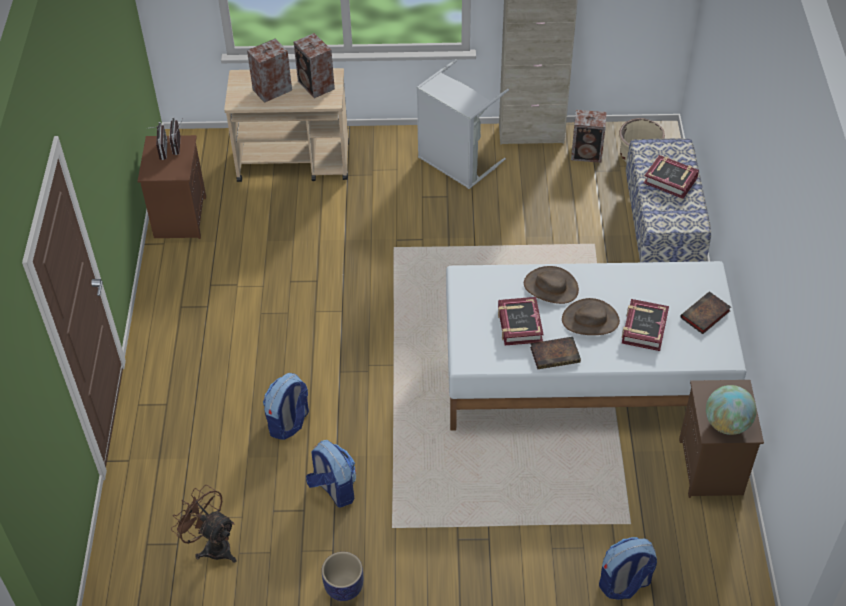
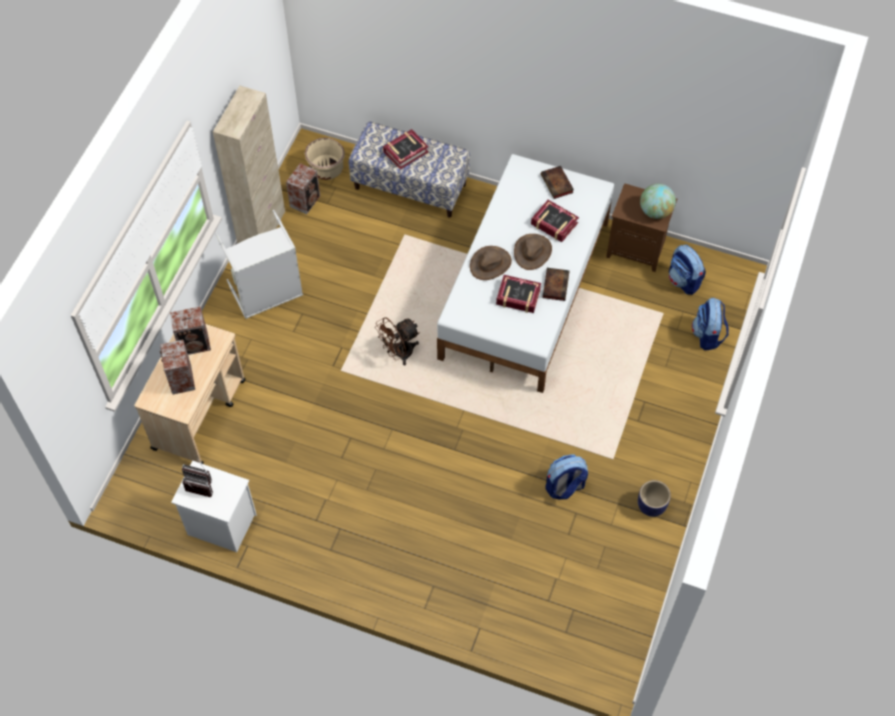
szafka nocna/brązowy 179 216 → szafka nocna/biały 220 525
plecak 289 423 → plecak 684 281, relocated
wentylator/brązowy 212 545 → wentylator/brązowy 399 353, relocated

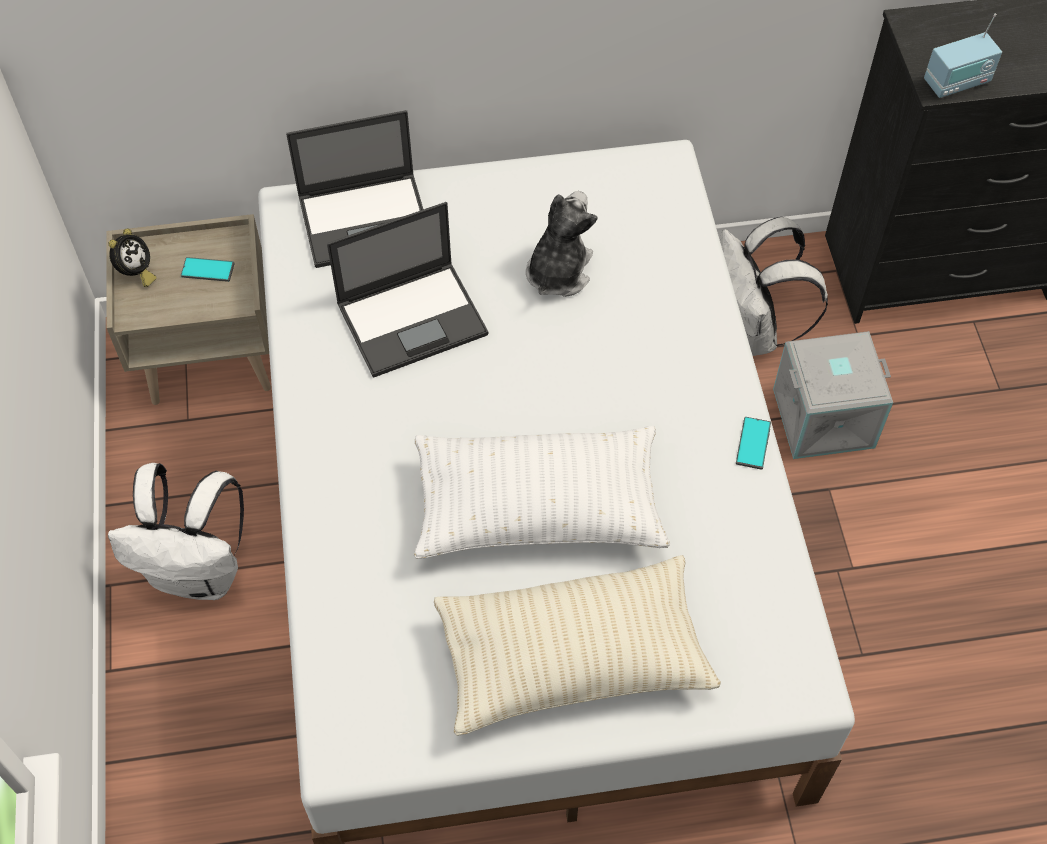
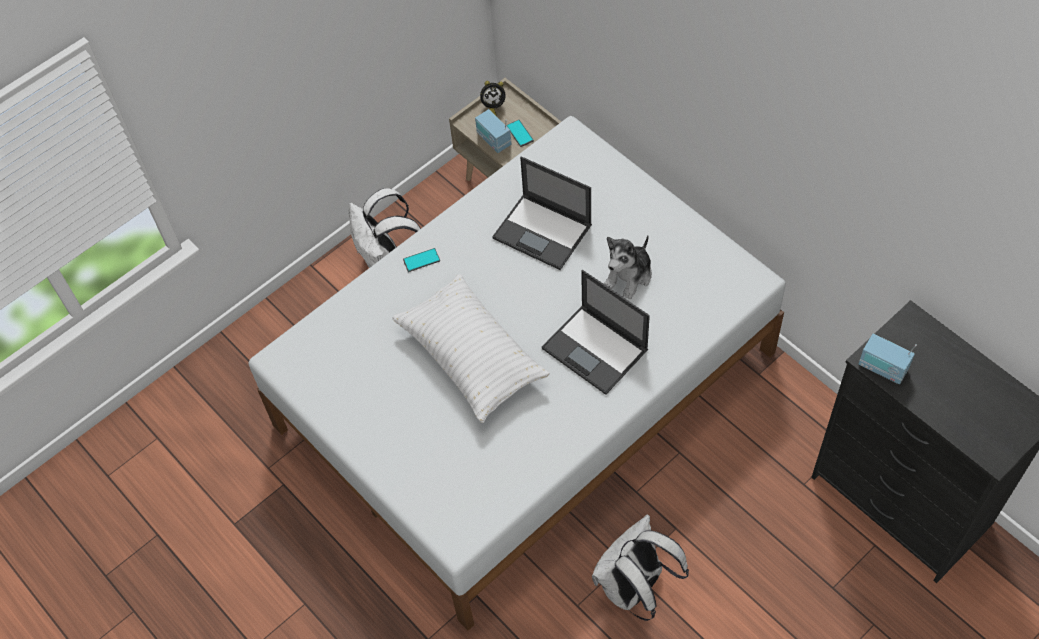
laptop 366 219 → laptop 596 350, relocated
pluszak 558 272 → pluszak 629 276, 135 degrees clockwise
plecak/biały 750 333 → plecak/biały 634 588, relocated
pojemnik do przechowywania/szary 823 416 → -
telefon 753 443 → telefon 421 260, relocated
poduszka/beżowy 573 658 → -
- → radio 493 140

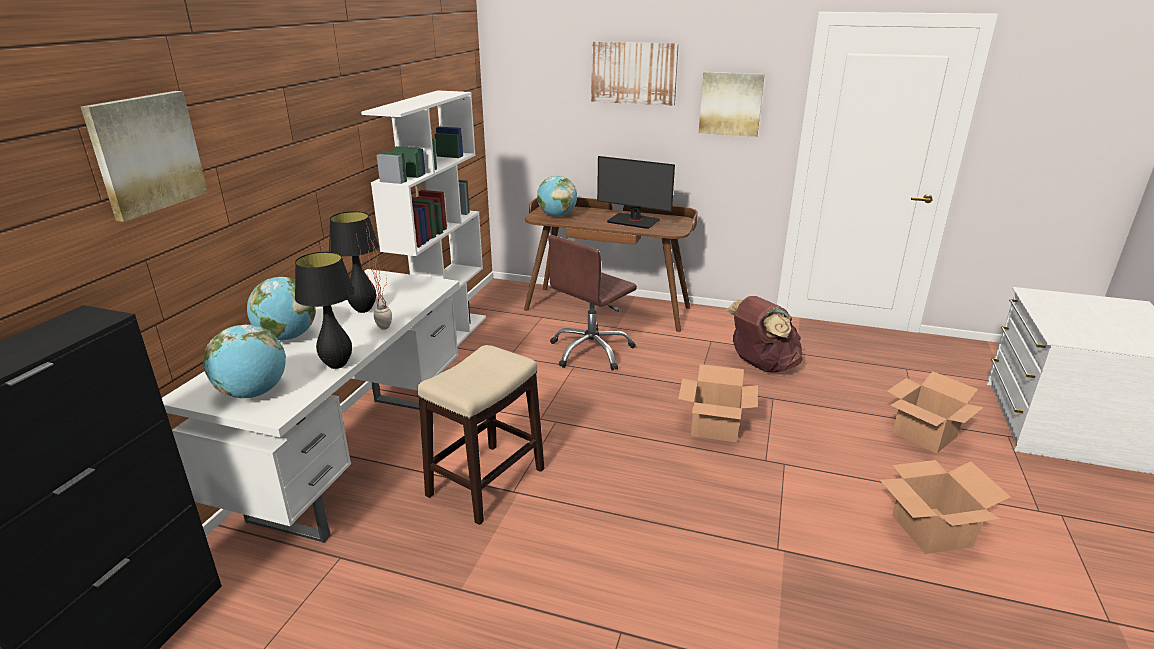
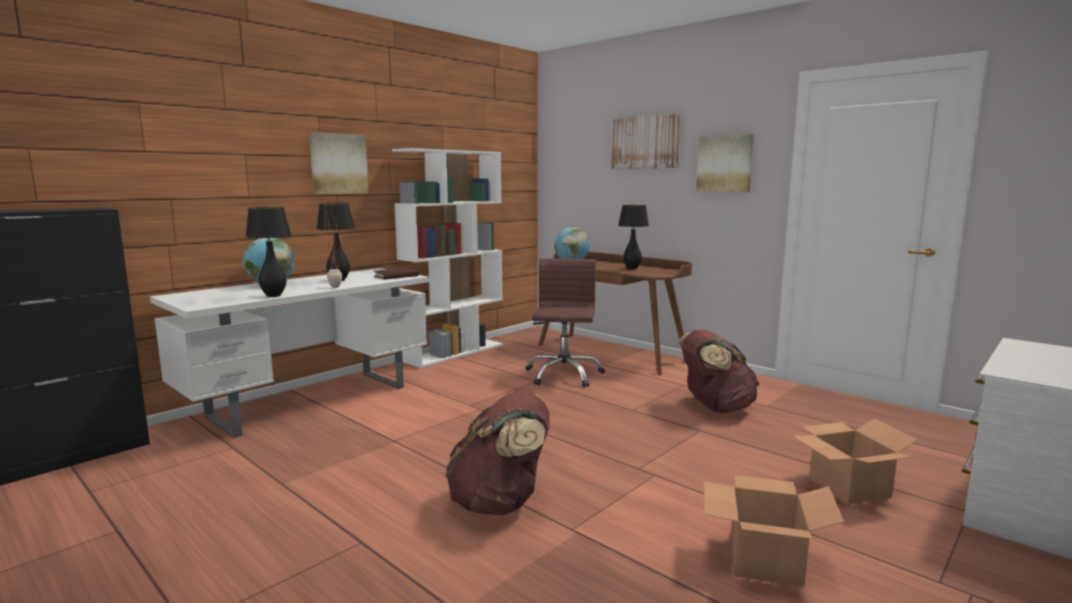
obraz 146 153 → obraz 338 164, relocated
monitor 634 221 → lampa stołowa/czarny 632 269
krzesło biurowe/brązowy 591 351 → krzesło biurowe/brązowy 563 375, 120 degrees clockwise
globus 254 393 → -
stołek 485 483 → -
karton 715 427 → -
- → książka/brązowy 396 276
- → plecak/brązowy 501 503

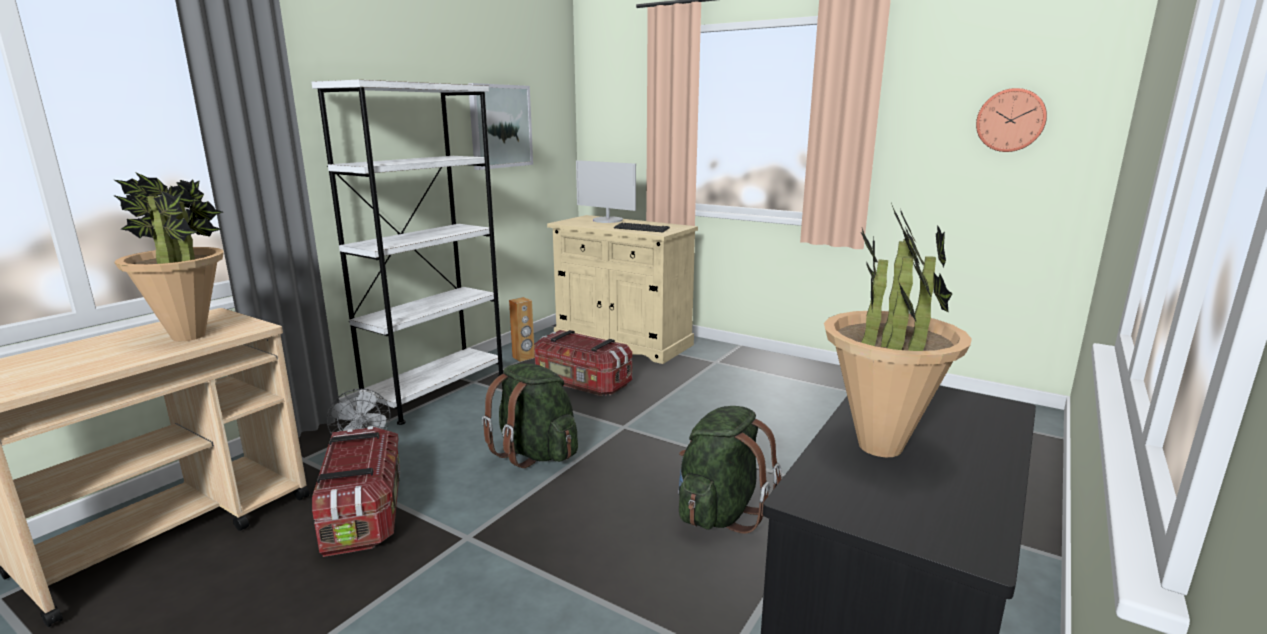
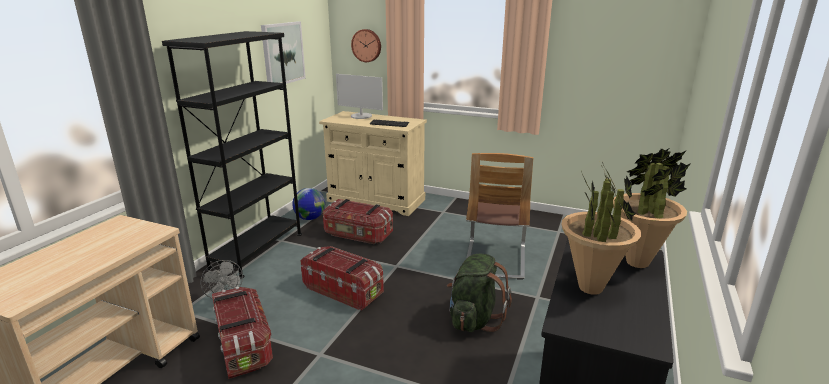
regał/biały 436 391 → regał/czarny 257 250
zegar ścienny 1011 120 → zegar ścienny 367 45, relocated
roślina doniczkowa 189 336 → roślina doniczkowa 637 262, relocated
głośnik/brązowy 523 357 → globus 310 218
plecak/zielony 535 453 → pojemnik do przechowywania 344 290
- → krzesło 495 259

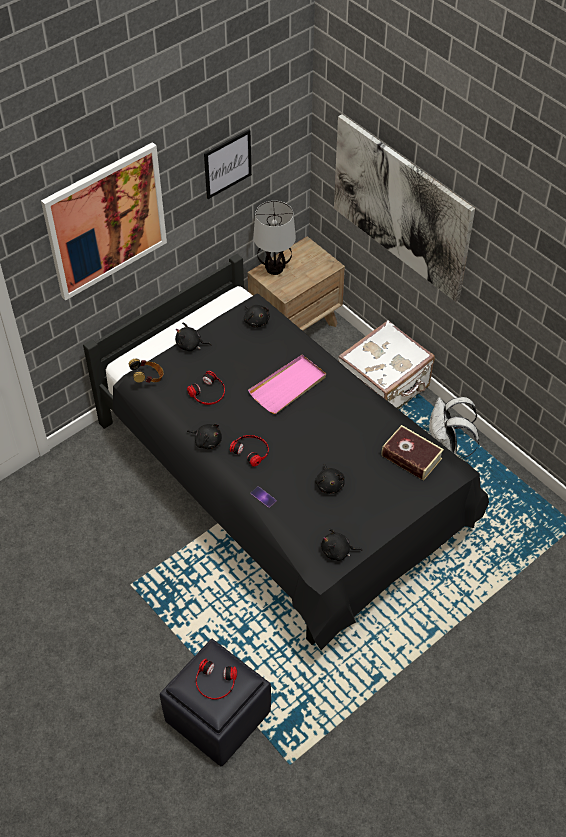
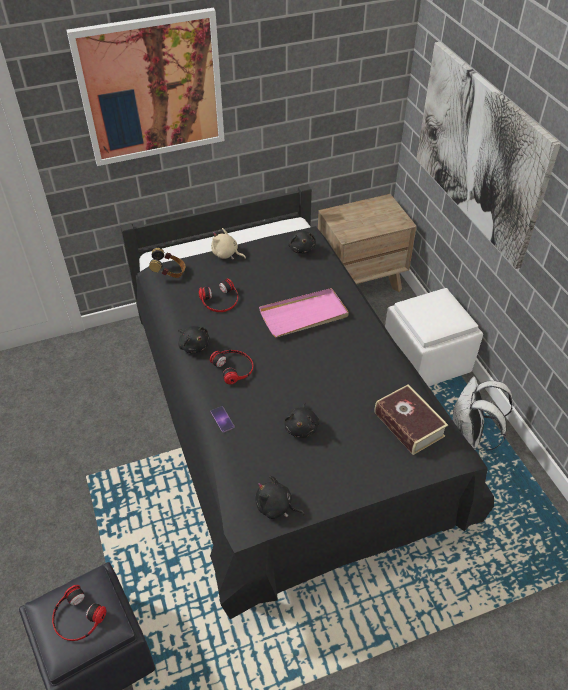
obraz 227 164 → -
lampa stołowa 274 268 → -
walizka/biały 384 388 → pufa/biały 426 359
pluszak/czarny 190 345 → pluszak/beżowy 226 254

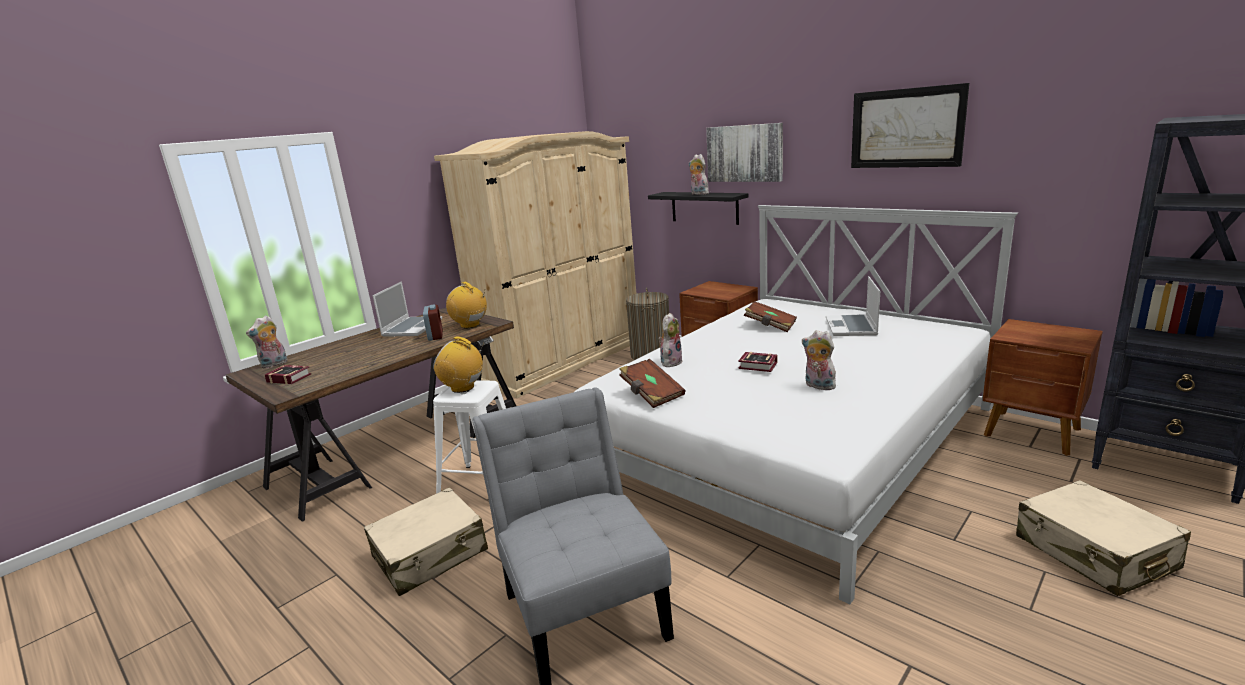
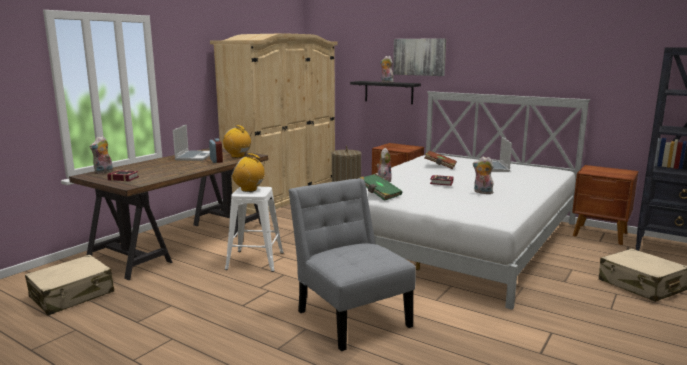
obraz 906 128 → -
książka/brązowy 651 394 → książka/zielony 379 194
walizka/beżowy 430 554 → walizka/beżowy 72 295, relocated

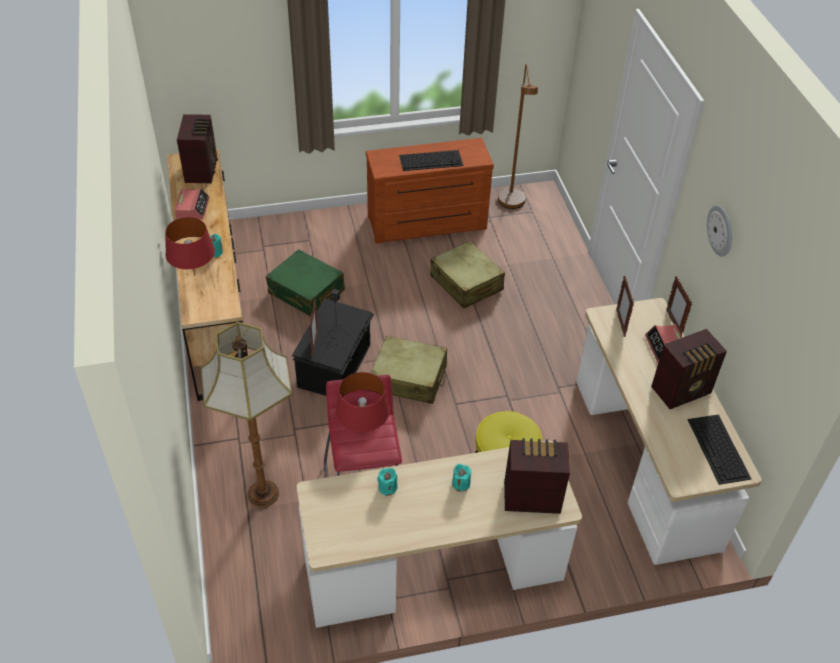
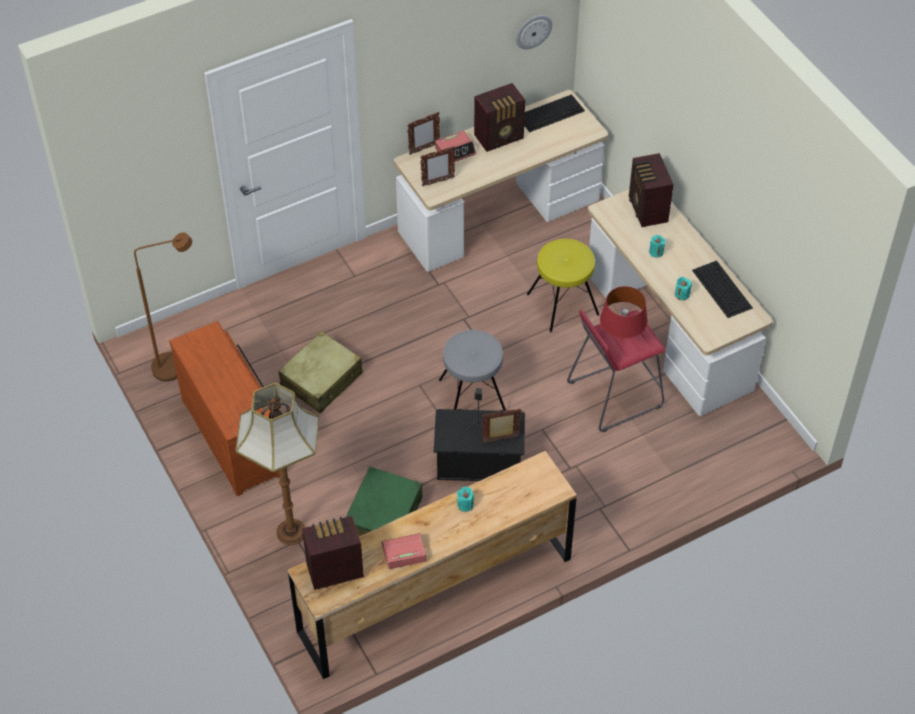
klawiatura 431 160 → klawiatura 721 288, relocated
zegar ścienny 721 230 → zegar ścienny 533 31, relocated
lampa stołowa/czerwony 194 275 → -
lampa stojąca 264 493 → lampa stojąca 290 531, relocated
radio 682 391 → radio 500 137, 105 degrees clockwise
walizka/beżowy 409 378 → stołek/szary 472 396

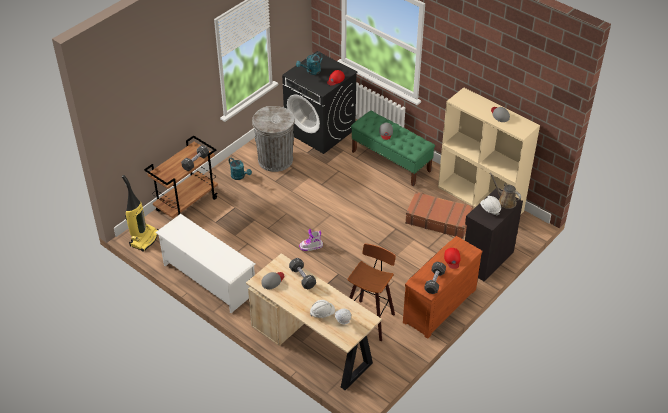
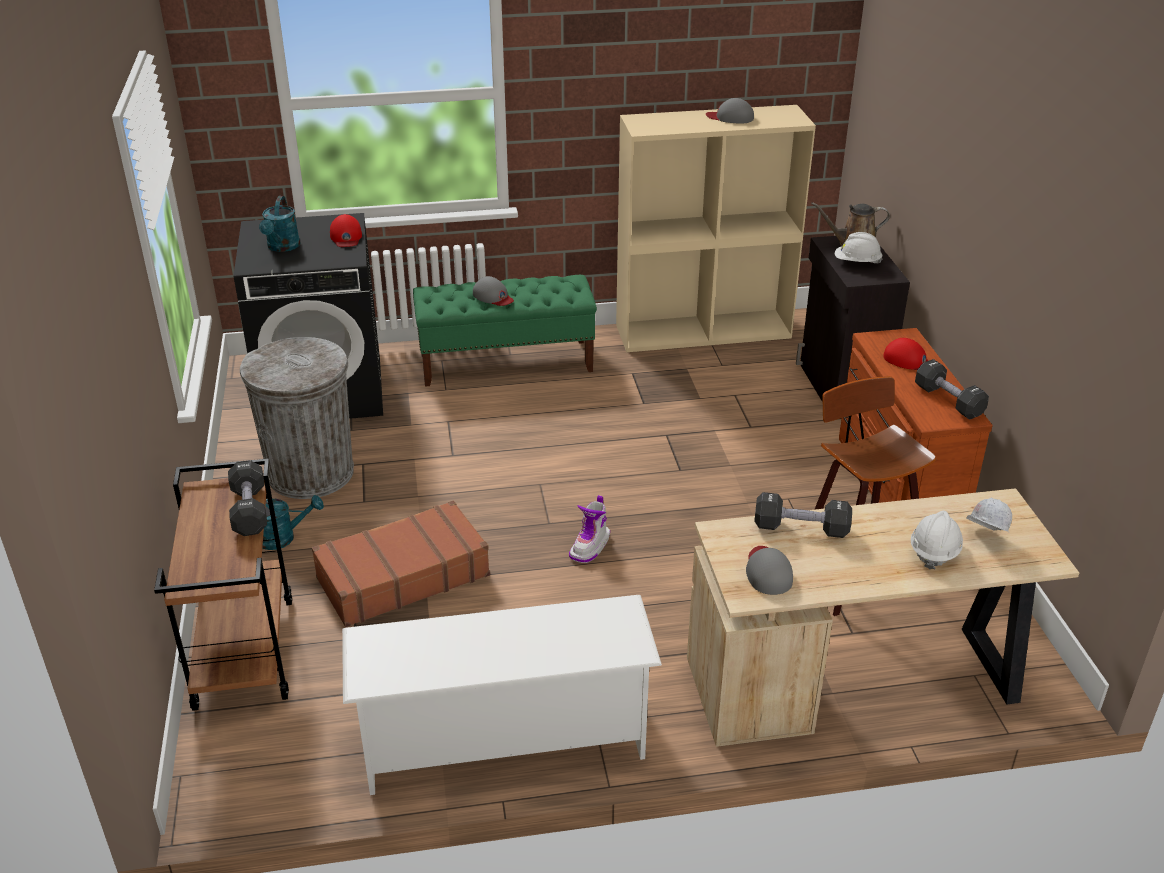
odkurzacz 144 239 → -
walizka/brązowy 438 220 → walizka/brązowy 402 576, relocated

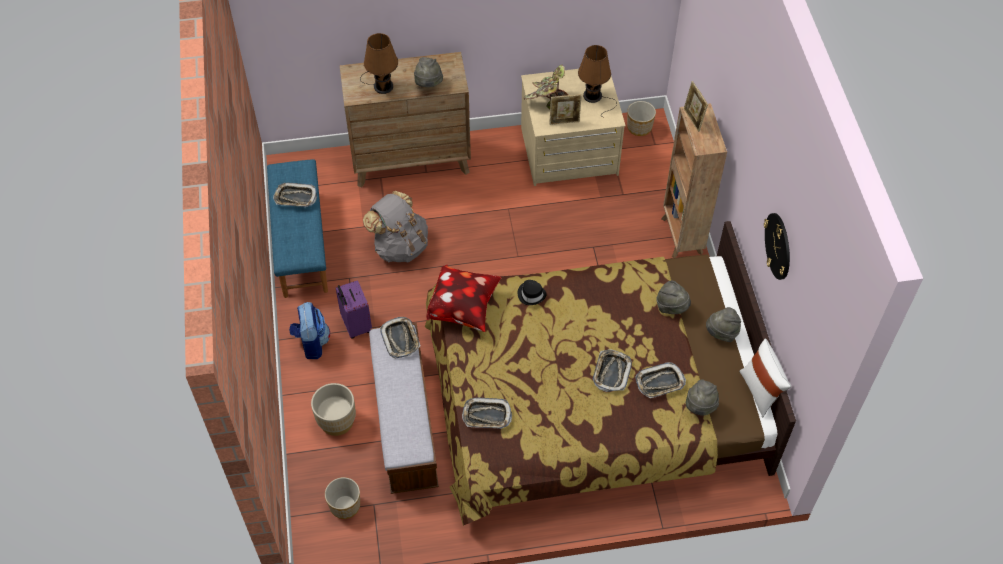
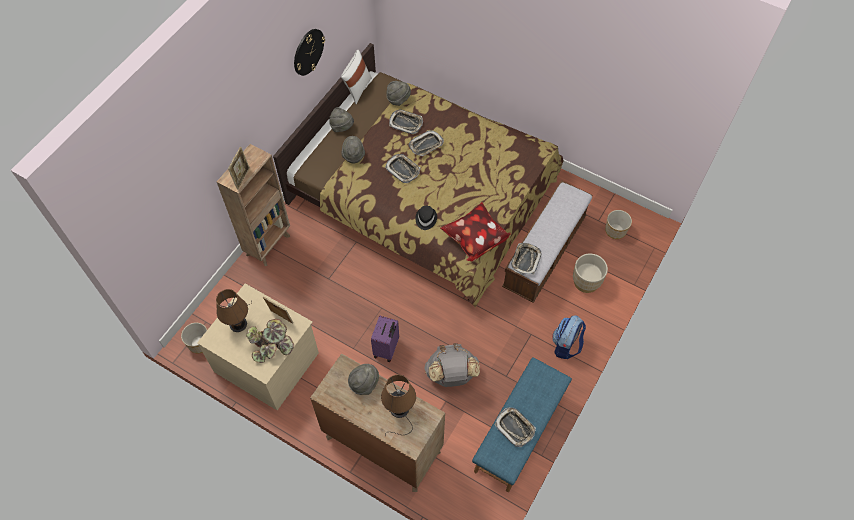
walizka/fioletowy 355 325 → walizka/fioletowy 387 349, relocated
taca 486 415 → taca 403 169, relocated

